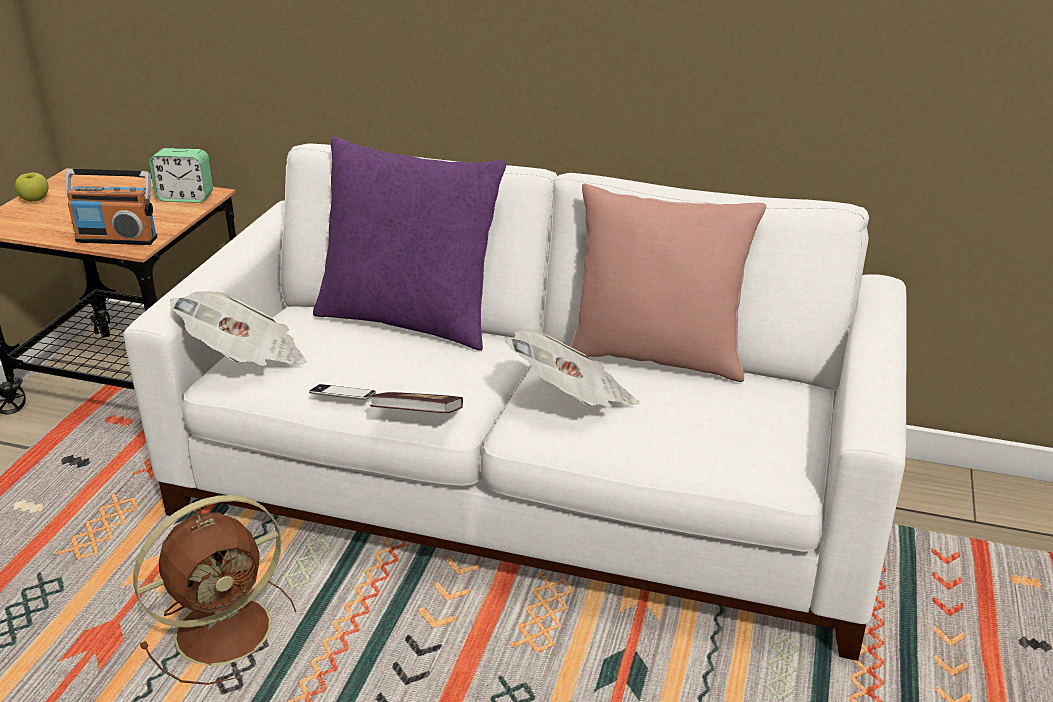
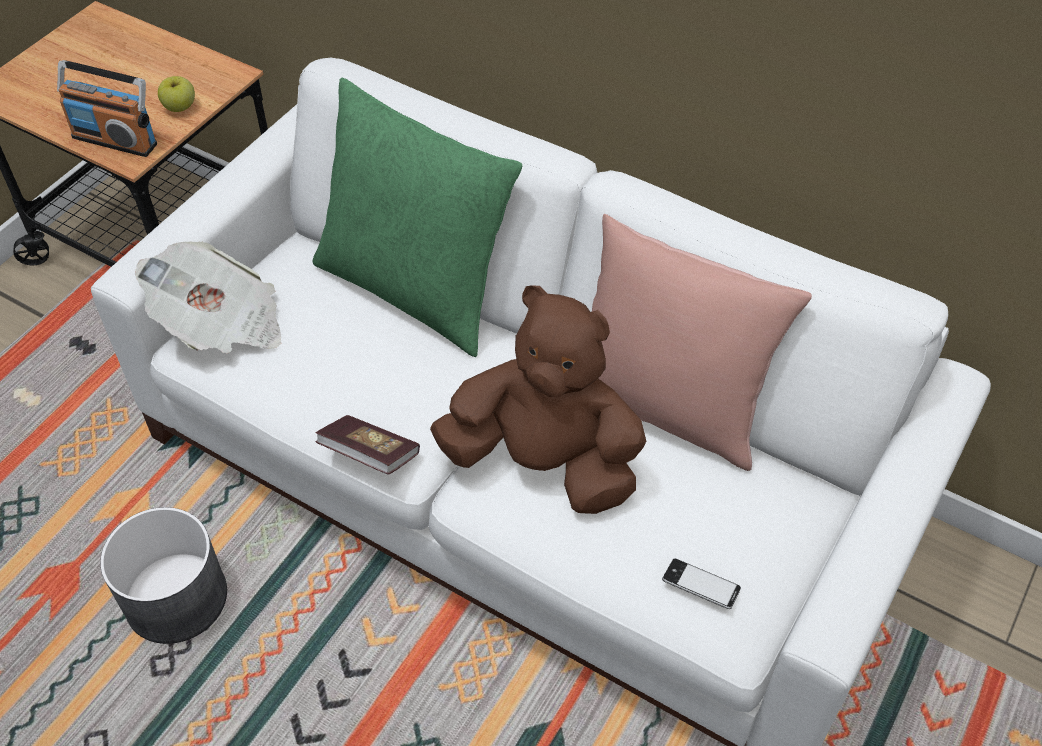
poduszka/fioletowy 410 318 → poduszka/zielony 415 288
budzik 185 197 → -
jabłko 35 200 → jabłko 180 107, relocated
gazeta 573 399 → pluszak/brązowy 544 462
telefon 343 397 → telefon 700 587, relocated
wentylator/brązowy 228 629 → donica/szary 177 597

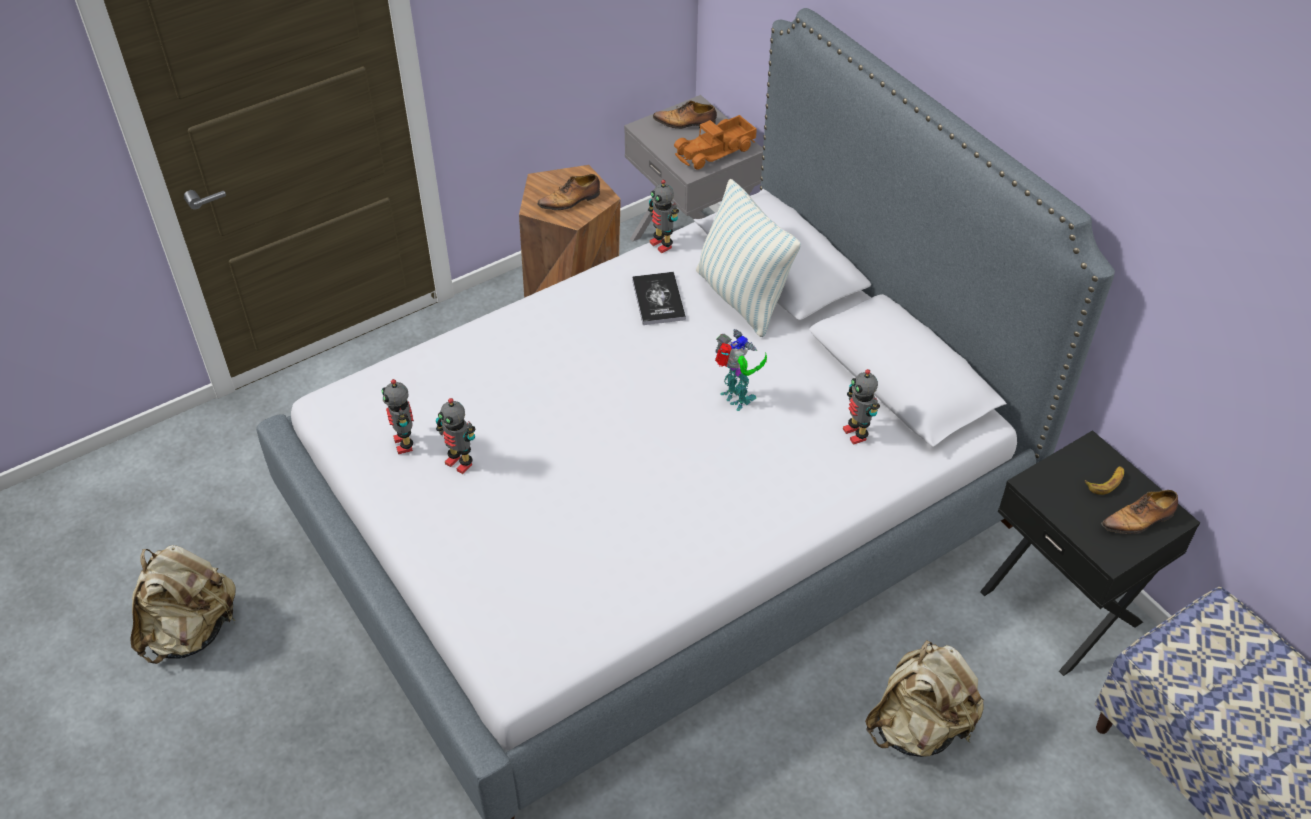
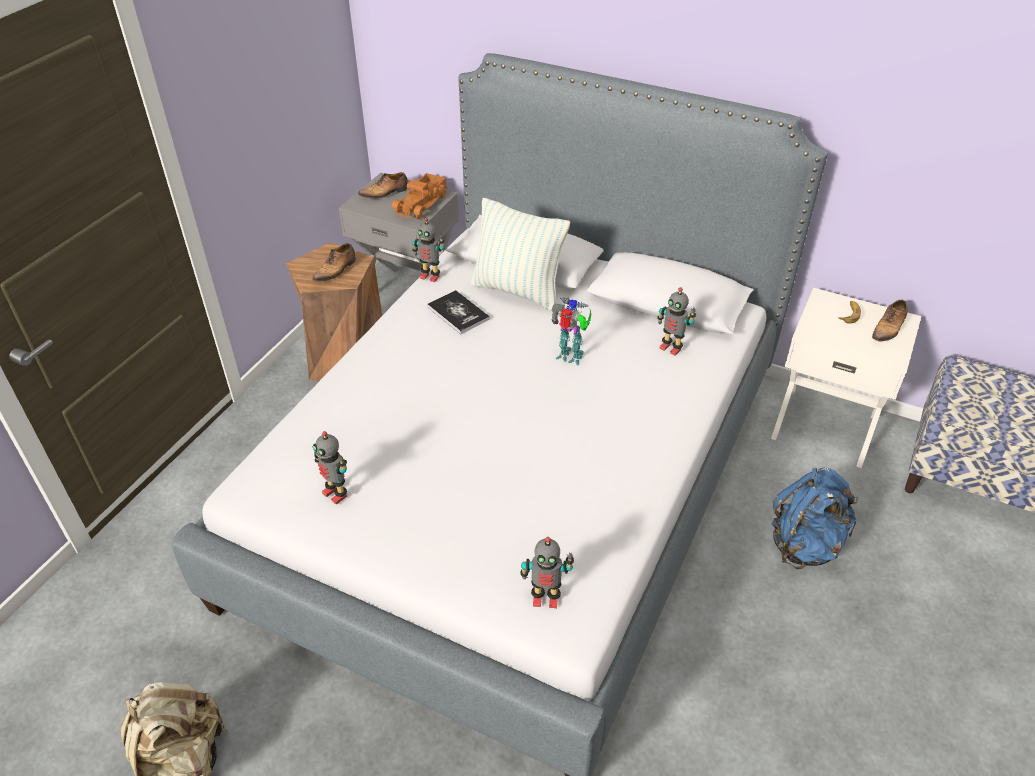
robot zabawkowy 460 462 → robot zabawkowy 545 598, relocated
szafka nocna/czarny 1062 606 → szafka nocna/biały 825 425
plecak/beżowy 919 727 → plecak/niebieski 805 544

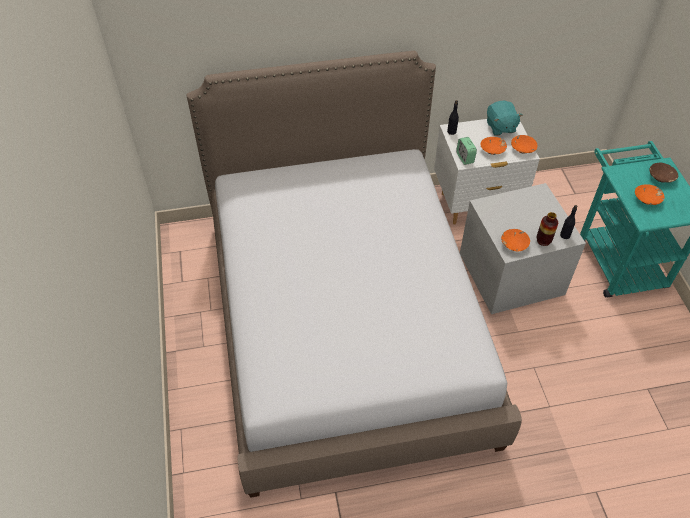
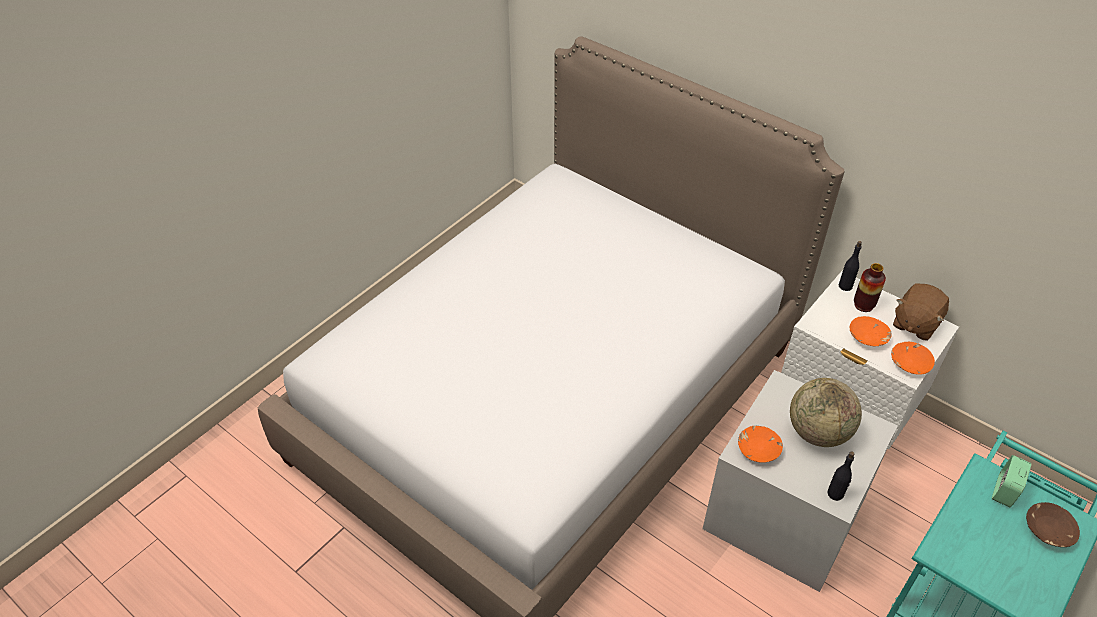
pluszak/turkusowy 500 127 → pluszak/brązowy 915 323
budzik 465 158 → budzik 1004 491, relocated
miska/pomarańczowy 647 199 → -
wazon 543 241 → wazon 863 305, relocated
- → globus 818 432

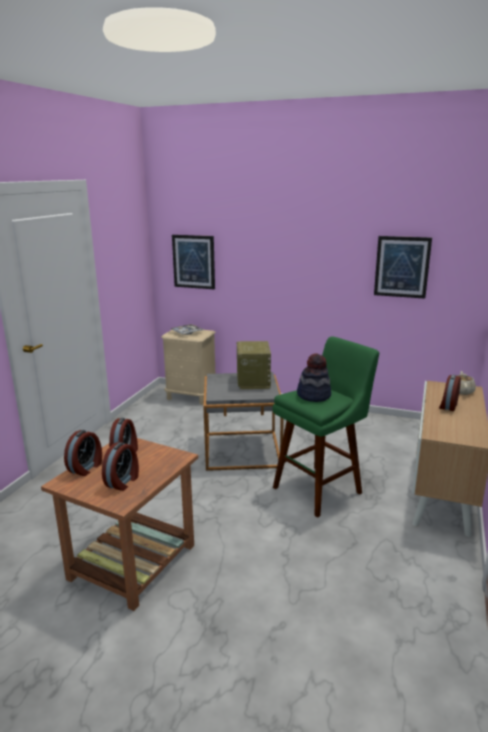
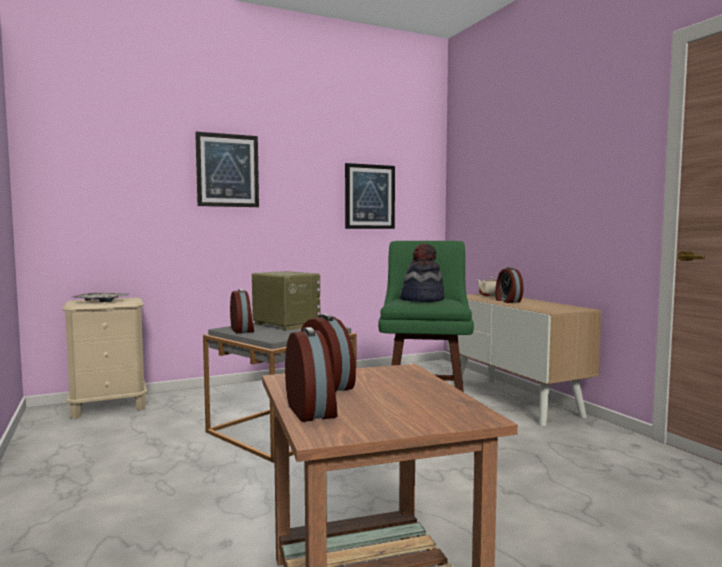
obraz 194 261 → obraz 227 170, relocated
budzik 123 482 → budzik 242 330, relocated

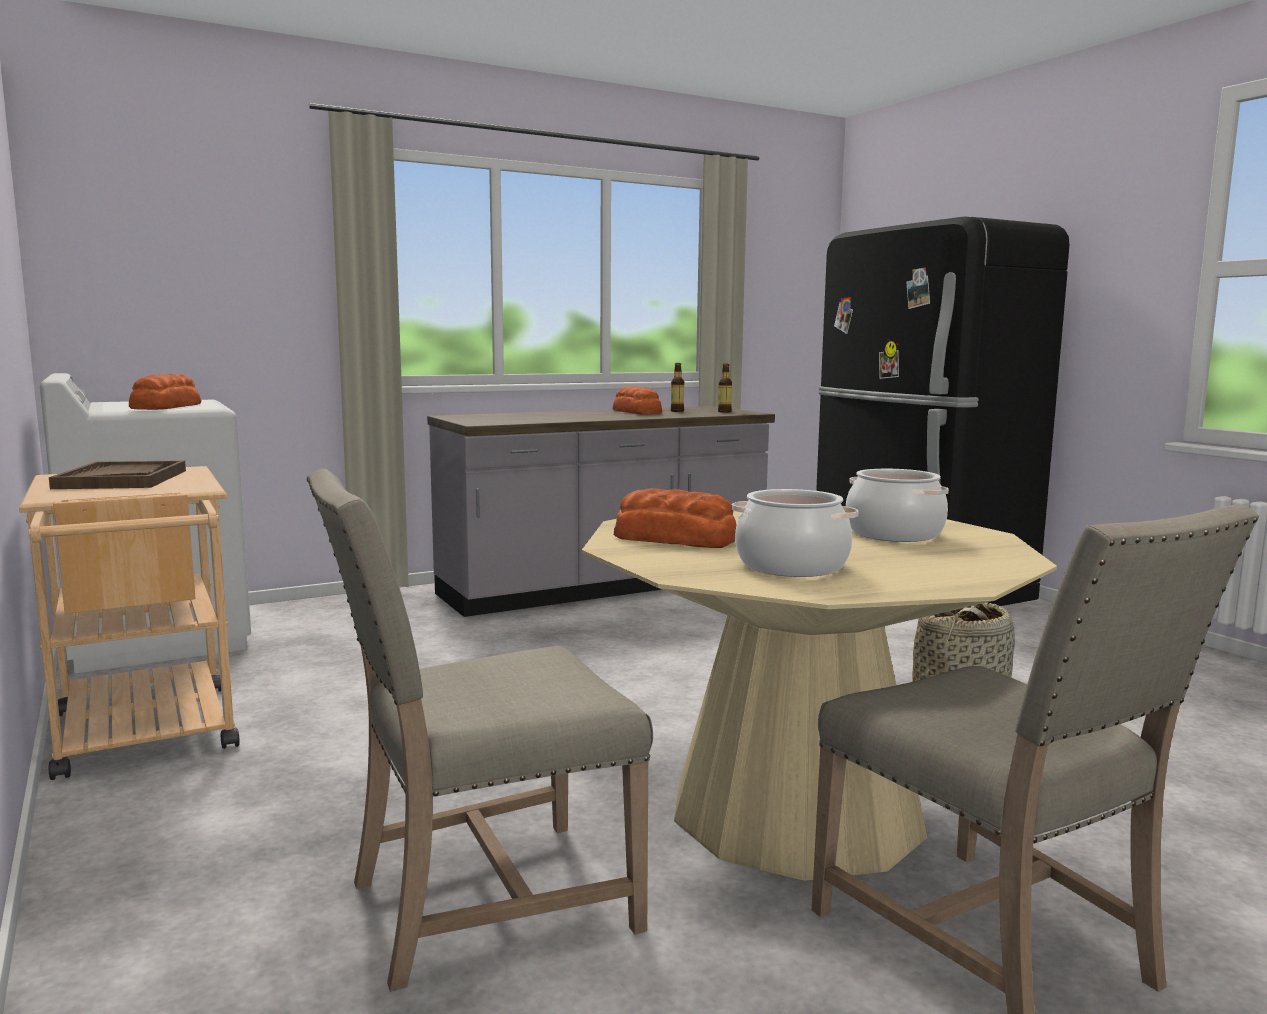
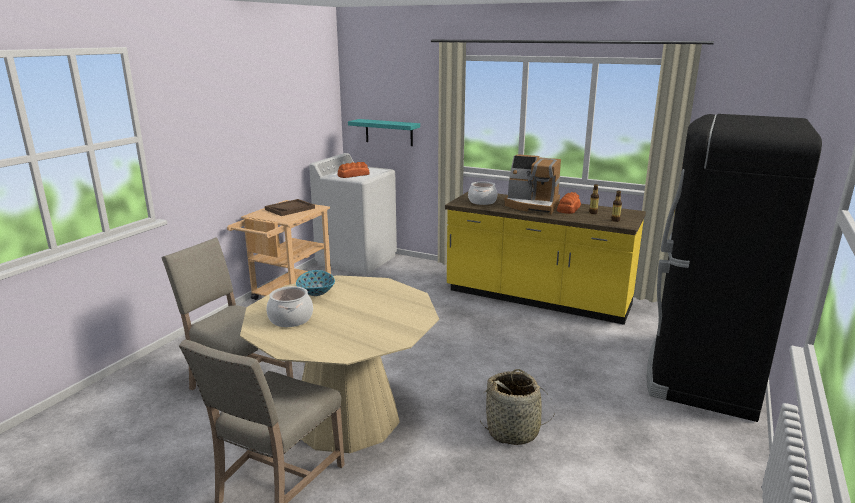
zabudowa kuchenna/szary 605 587 → zabudowa kuchenna/żółty 537 299
garnek 895 534 → garnek 482 202, relocated
chleb 674 539 → miska 316 292
- → półka/turkusowy 389 132
- → ekspres do kawy 532 205

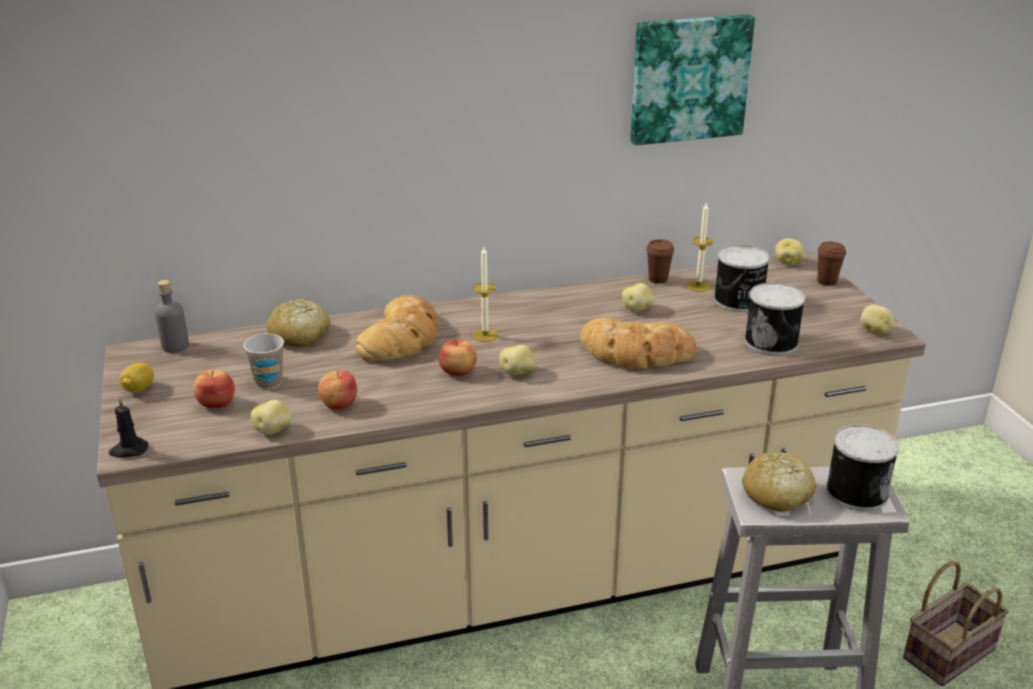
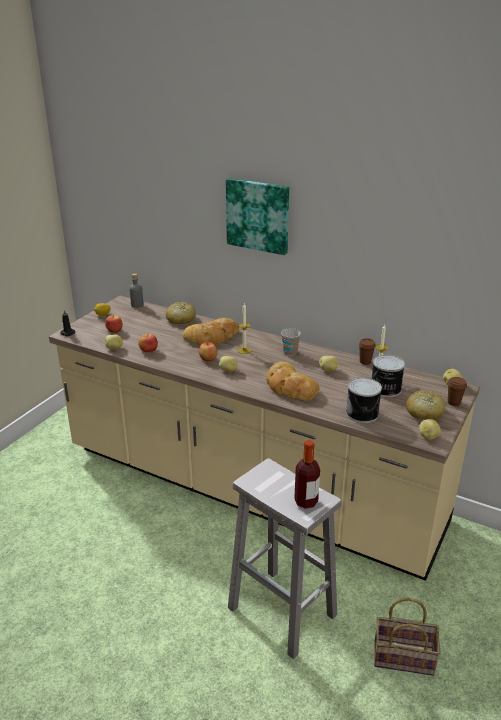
obraz 688 78 → obraz 258 215, relocated
filiżanka 269 382 → filiżanka 290 352, relocated
puszka 855 491 → butelka 306 501
chleb 777 494 → chleb 424 412, relocated

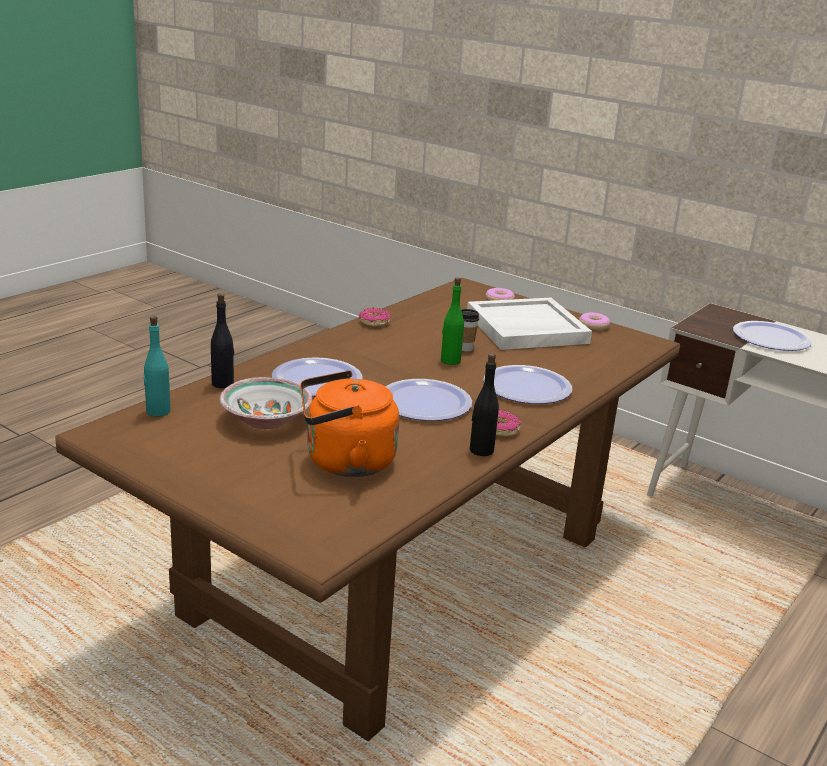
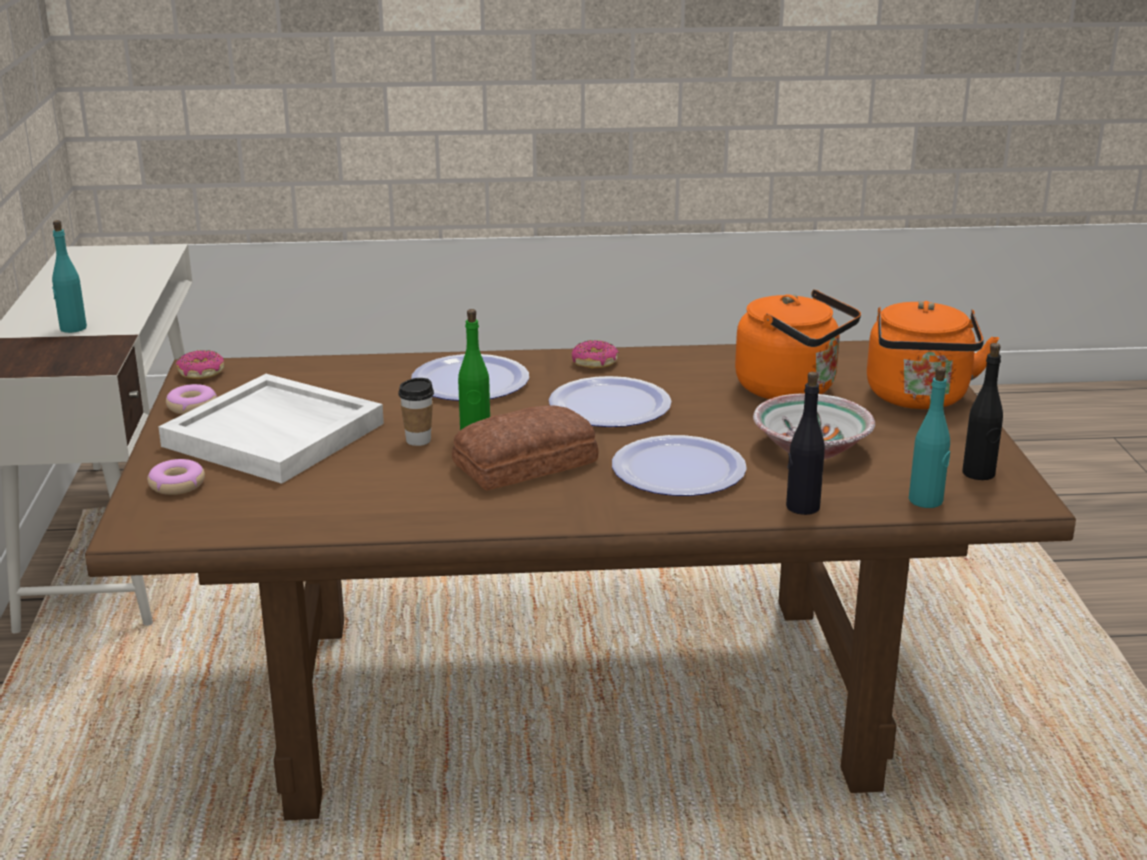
donut 374 322 → donut 201 373, relocated
talerz 771 338 → butelka/turkusowy 73 328
butelka/czarny 481 450 → butelka/czarny 978 473, relocated
- → czajnik/pomarańczowy 919 399
- → chleb 528 464

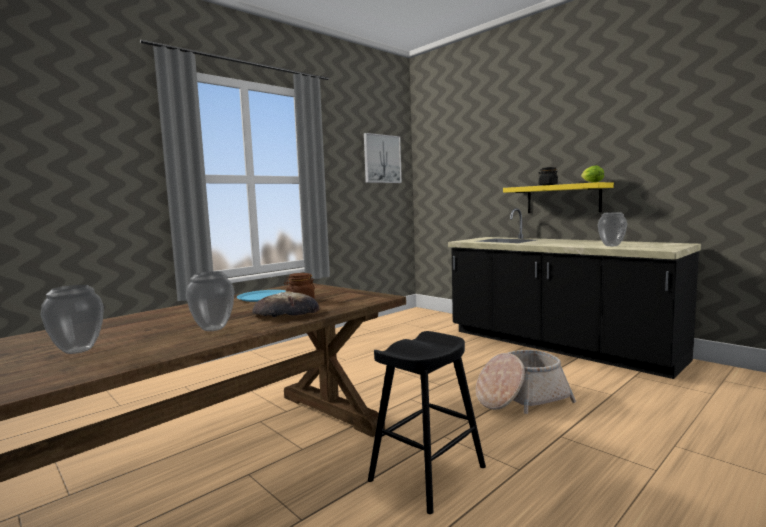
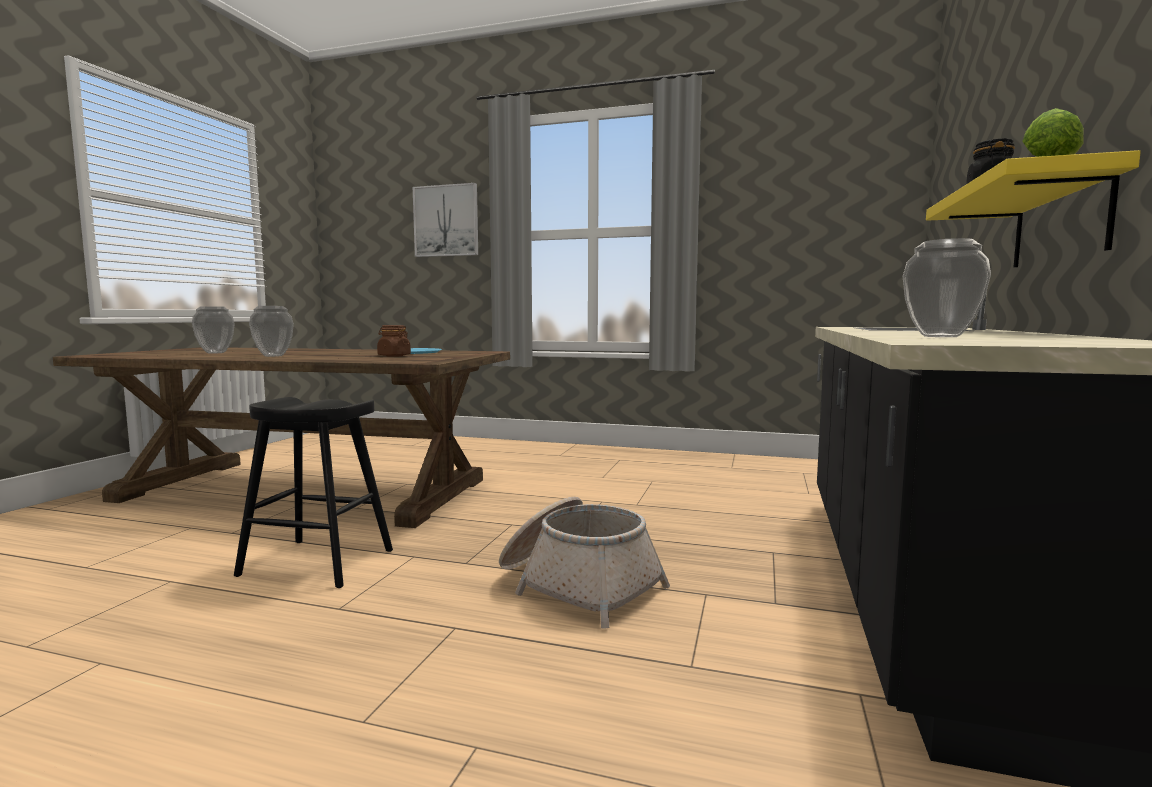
obraz 382 159 → obraz 446 221, relocated
chleb 286 313 → -

